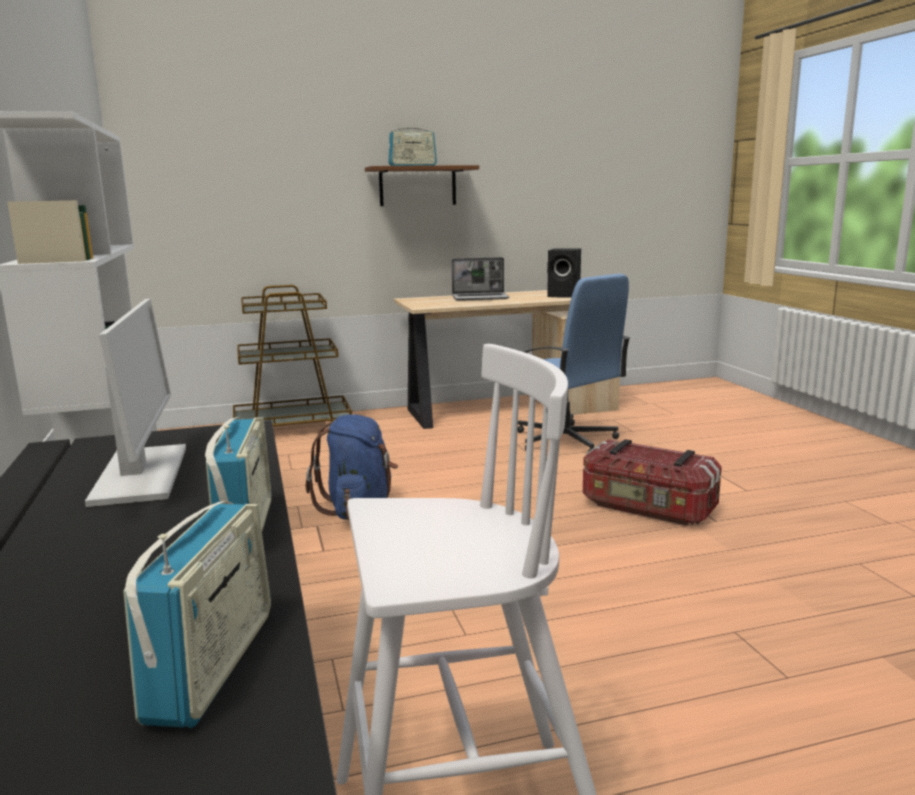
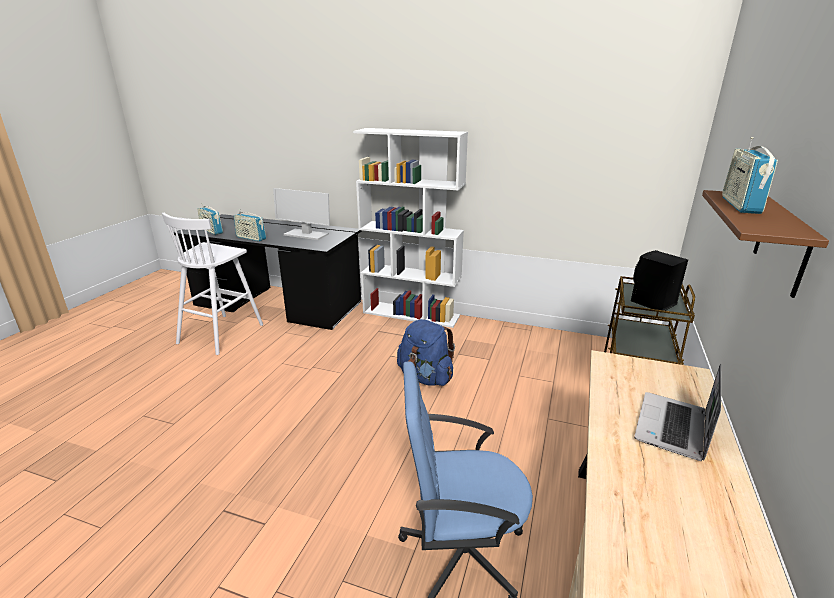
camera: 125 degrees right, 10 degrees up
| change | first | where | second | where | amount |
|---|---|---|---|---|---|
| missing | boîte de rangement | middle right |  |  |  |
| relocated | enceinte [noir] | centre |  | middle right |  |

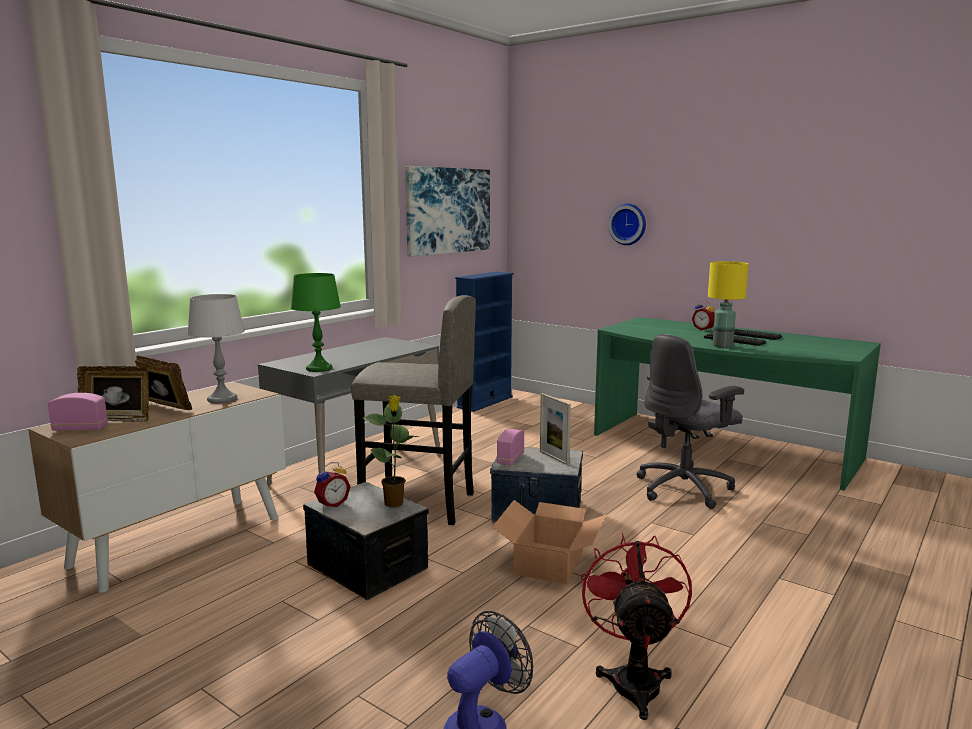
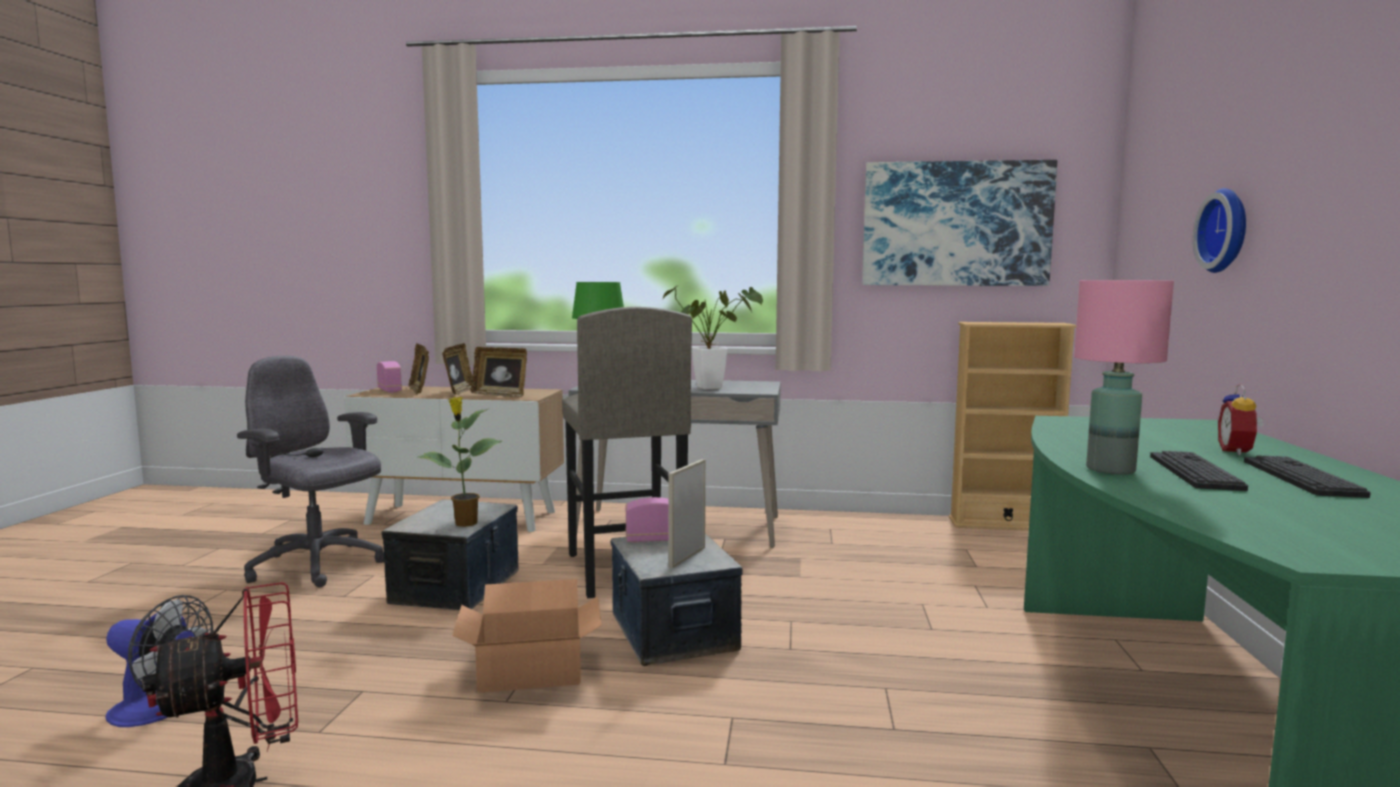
camera: 60 degrees right, 5 degrees down
| change | first | where | second | where | amount |
|---|---|---|---|---|---|
| missing | réveil (no. 1 from left) | centre |  |  |  |
| appeared |  |  | plante en pot (no. 2 from left) | centre |  |
| relocated | chaise de bureau [gris] | middle right |  | middle left |  |
| exchanged | lampe de table [gris] | middle left | cadre photo (no. 3 from left) | centre |  |
| colour | bibliothèque [bleu] | centre | bibliothèque [beige] | middle right |  |
| colour | lampe de table [jaune] | middle right | lampe de table [rose] | middle right |  |

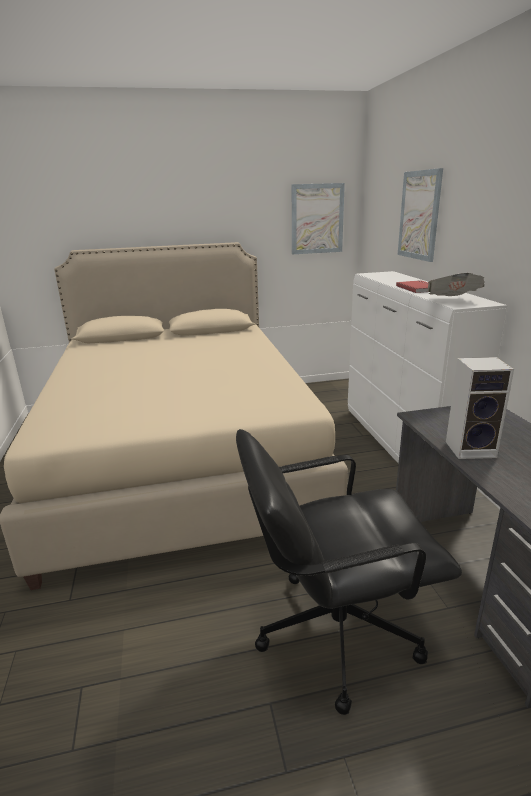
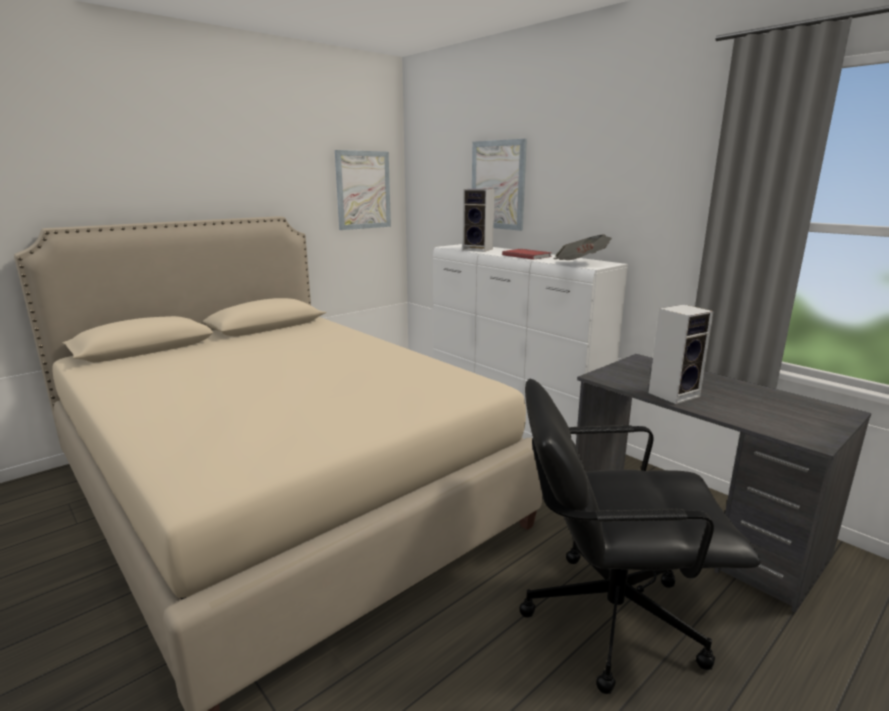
camera: 30 degrees left, 5 degrees down
| change | first | where | second | where | amount |
|---|---|---|---|---|---|
| appeared |  |  | enceinte (no. 1 from left) | top centre |  |
| spun | chaise de bureau [noir] | bottom centre |  | bottom right | 45 degrees clockwise |

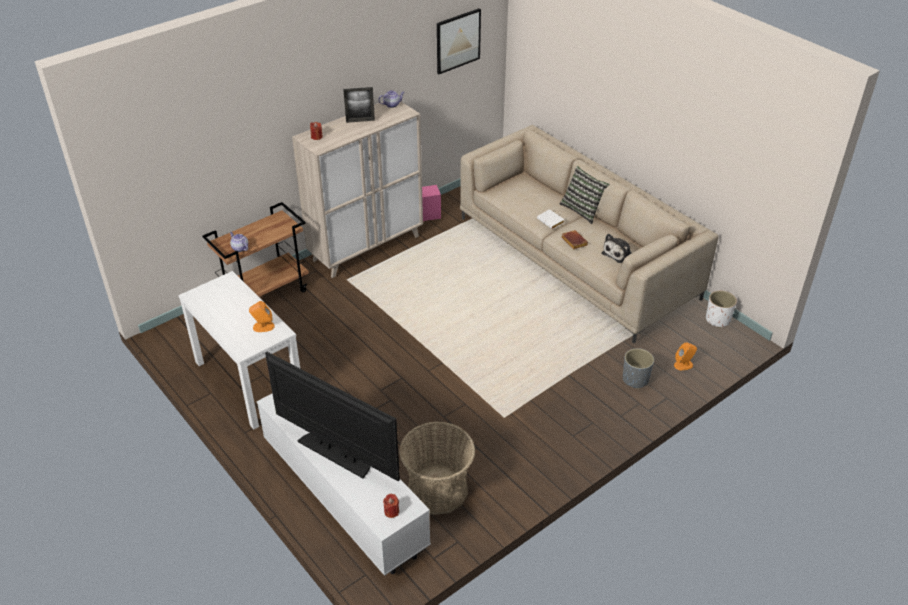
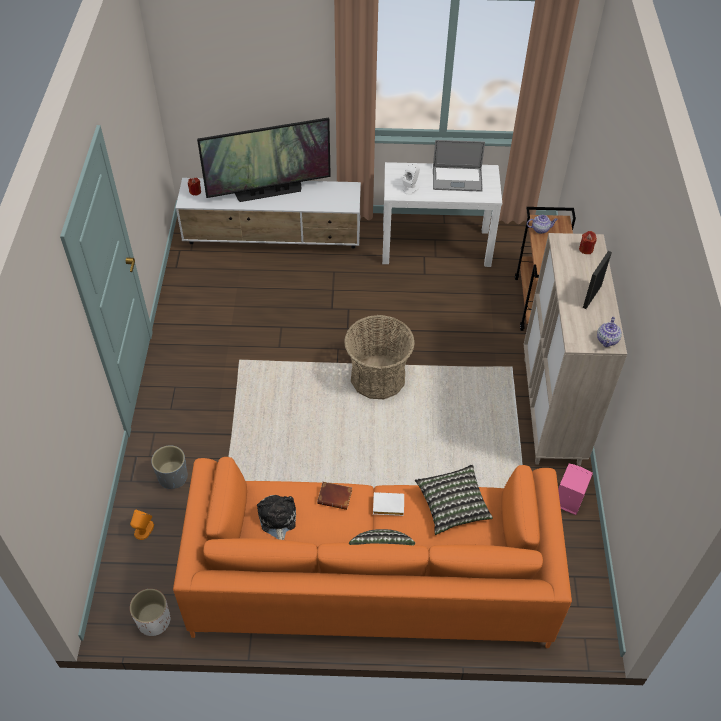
camera: 130 degrees right, 10 degrees up
| change | first | where | second | where | amount |
|---|---|---|---|---|---|
| missing | tableau | top centre |  |  |  |
| appeared |  |  | coussin (no. 2 from left) | bottom centre |  |
| appeared |  |  | ordinateur portable | top centre |  |
| relocated | panier | bottom centre |  | centre |  |
| colour | enceinte [orange] (no. 1 from left) | middle left | enceinte [blanc] | top centre |  |
| colour | canapé [beige] | centre | canapé [orange] | bottom centre |  |

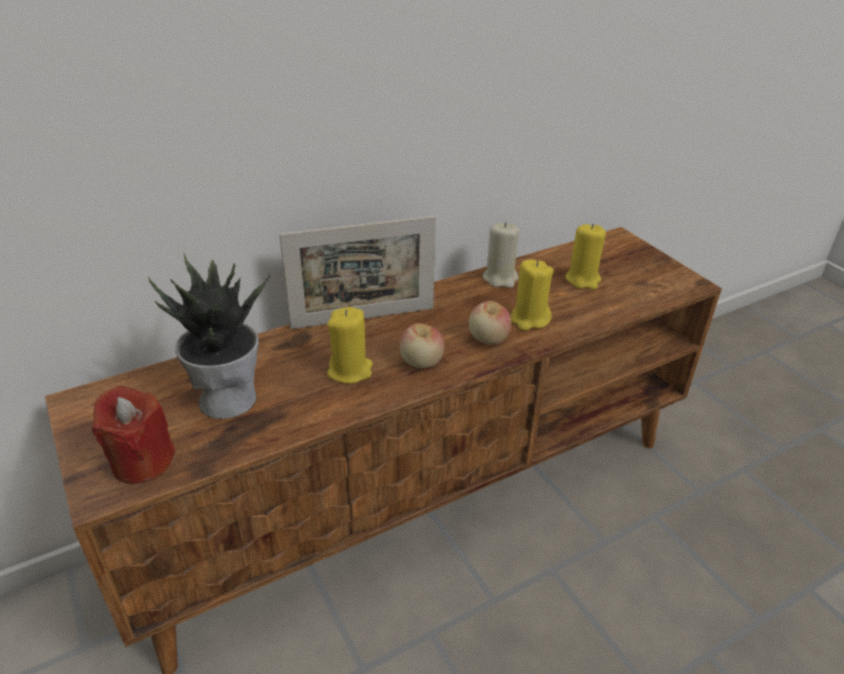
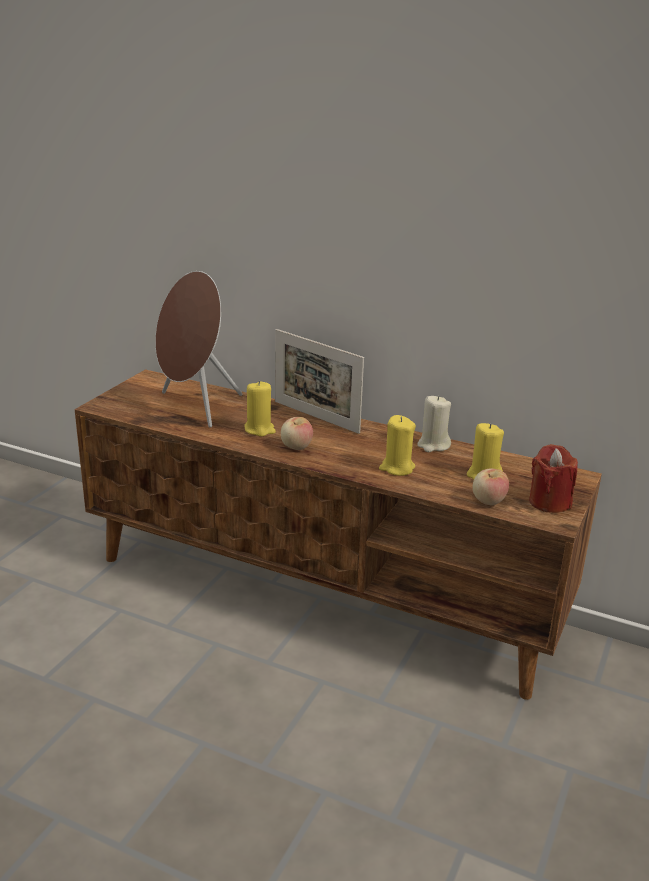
camera: 55 degrees right, 10 degrees down
| change | first | where | second | where | amount |
|---|---|---|---|---|---|
| relocated | bougie [rouge] | middle left |  | middle right |  |
| relocated | pomme (no. 2 from left) | centre |  | middle right |  |
| exchanged | plante en pot | middle left | enceinte [marron] | middle left |  |

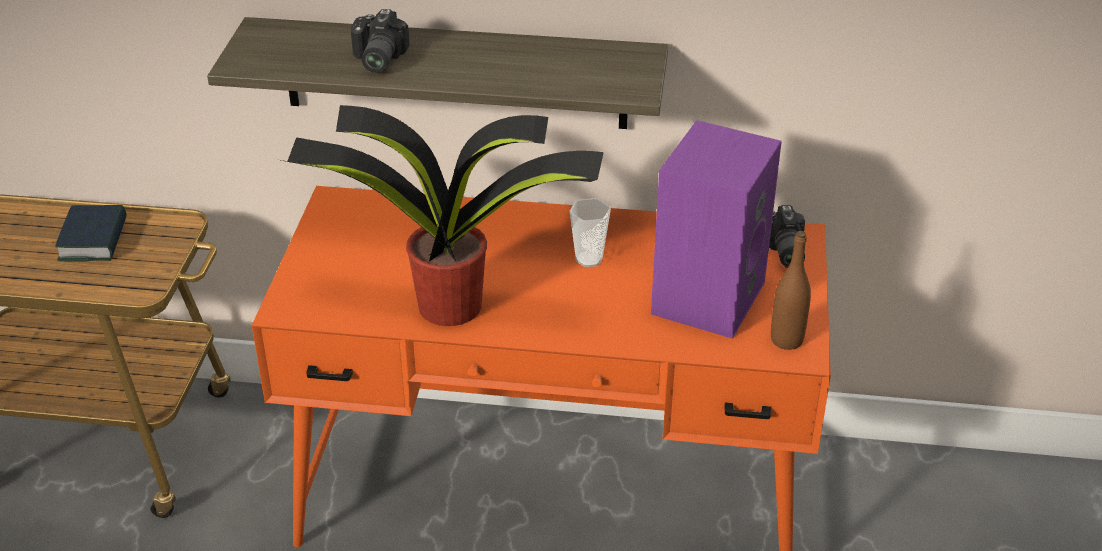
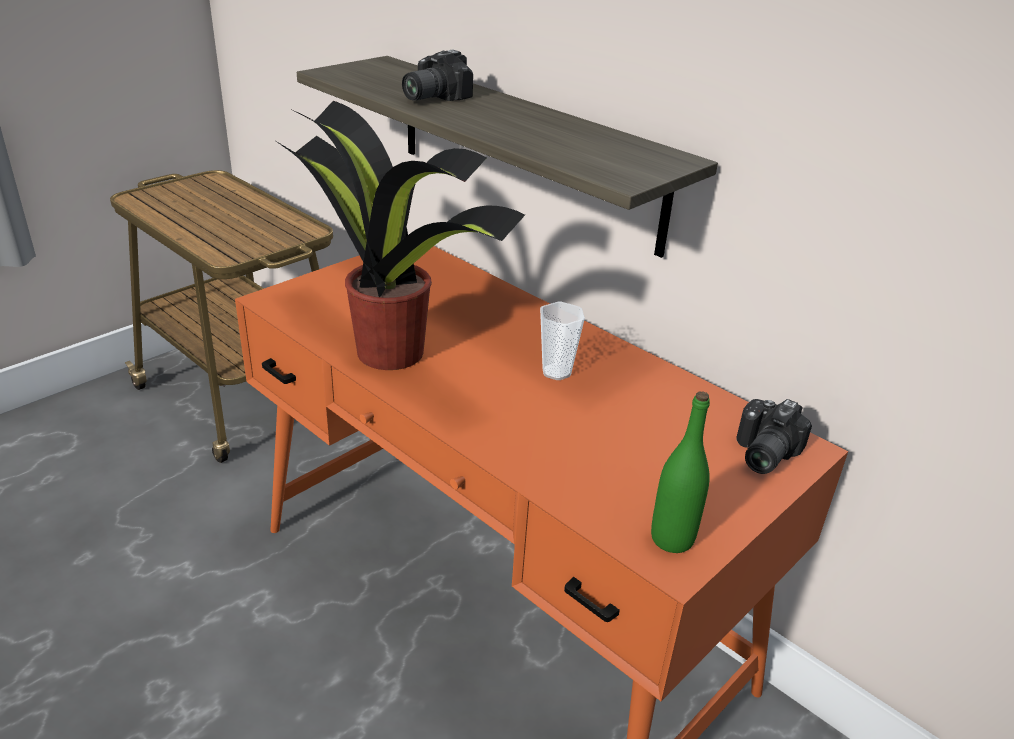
camera: 35 degrees right, 5 degrees down
| change | first | where | second | where | amount |
|---|---|---|---|---|---|
| missing | livre | middle left |  |  |  |
| missing | enceinte [violet] | centre |  |  |  |
| colour | bouteille [marron] | middle right | bouteille [vert] | middle right |  |

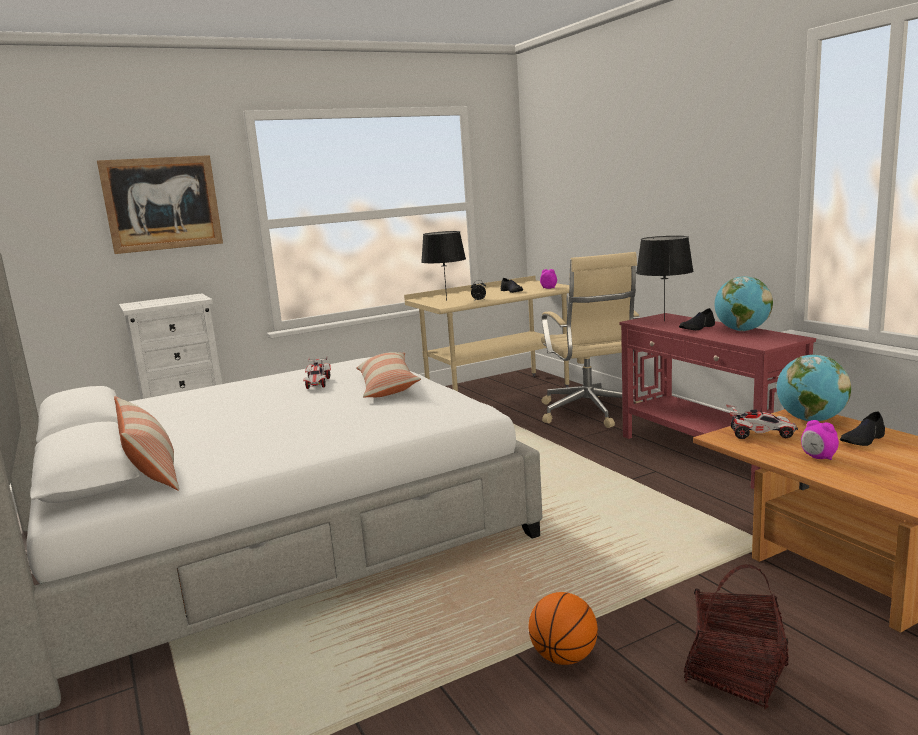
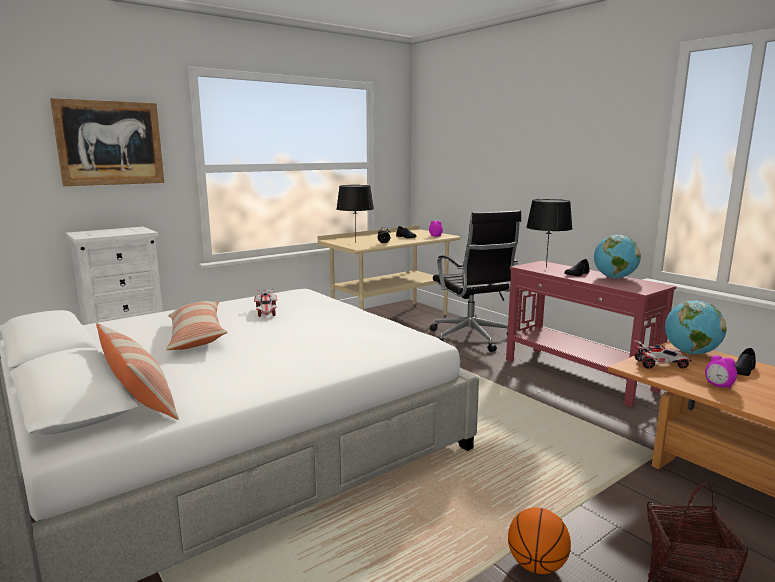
camera: 10 degrees left, 0 degrees up
| change | first | where | second | where | amount |
|---|---|---|---|---|---|
| relocated | coussin (no. 2 from left) | centre |  | middle left |  |
| colour | chaise de bureau [beige] | centre | chaise de bureau [noir] | centre |  |

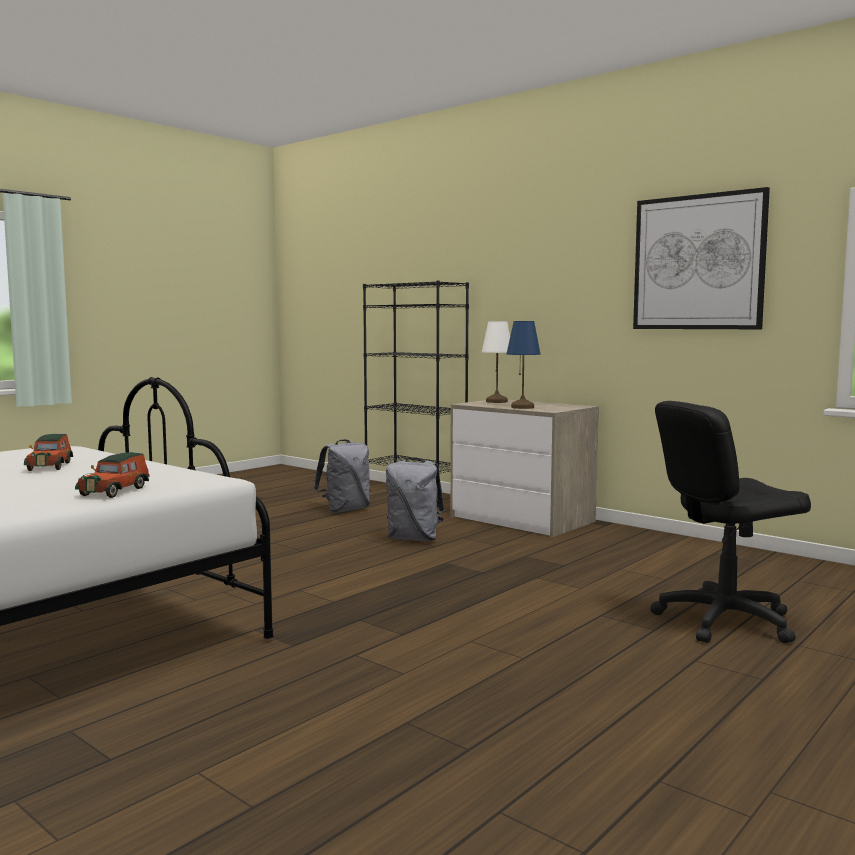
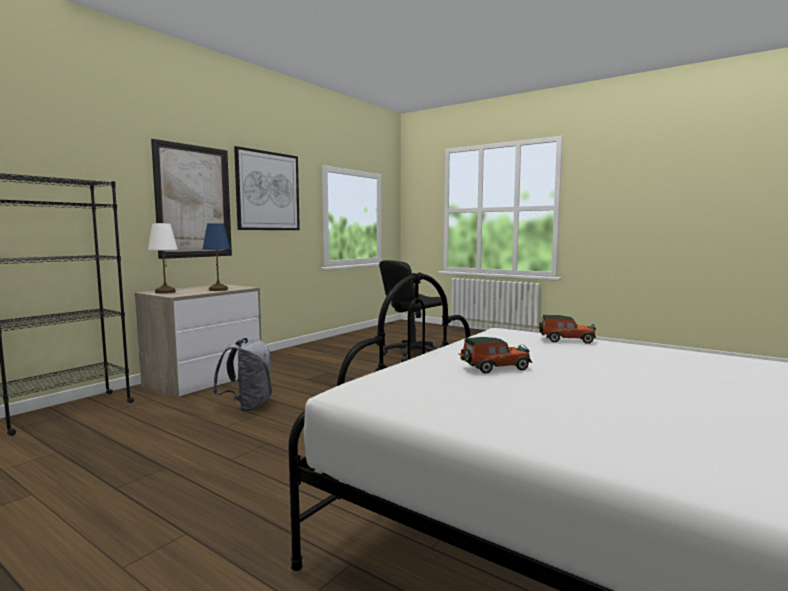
camera: 95 degrees left, 0 degrees up
| change | first | where | second | where | amount |
|---|---|---|---|---|---|
| missing | sac à dos [gris] (no. 1 from left) | centre |  |  |  |
| appeared |  |  | tableau (no. 1 from left) | middle left |  |
| spun | chaise de bureau [noir] | middle right |  | centre | 75 degrees clockwise |

